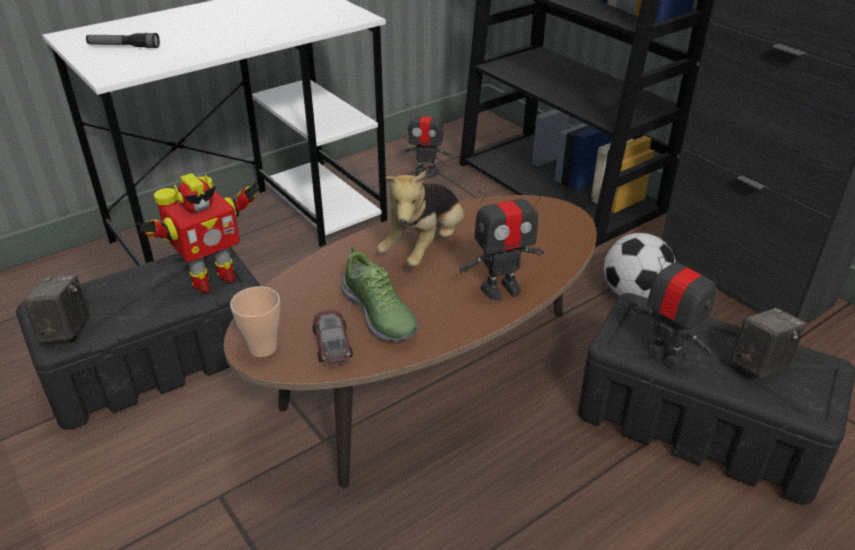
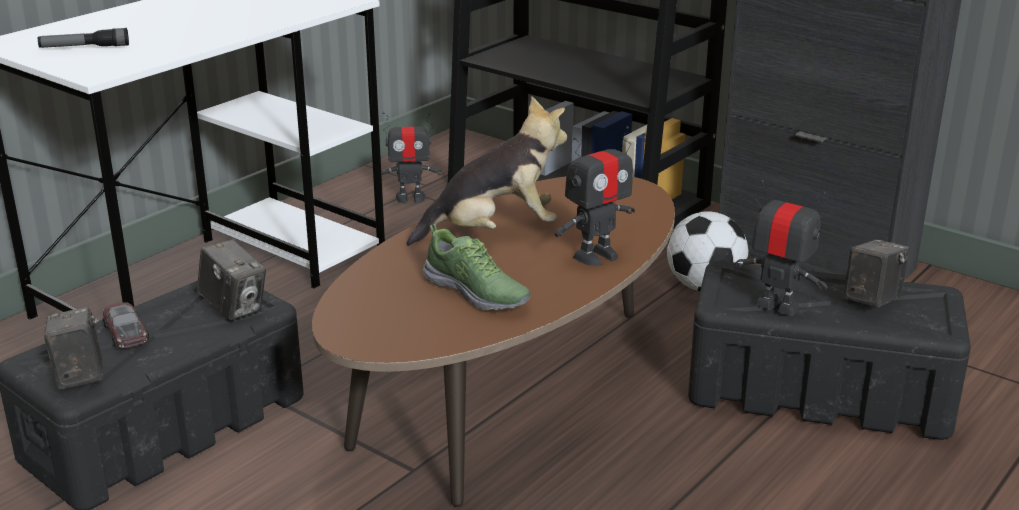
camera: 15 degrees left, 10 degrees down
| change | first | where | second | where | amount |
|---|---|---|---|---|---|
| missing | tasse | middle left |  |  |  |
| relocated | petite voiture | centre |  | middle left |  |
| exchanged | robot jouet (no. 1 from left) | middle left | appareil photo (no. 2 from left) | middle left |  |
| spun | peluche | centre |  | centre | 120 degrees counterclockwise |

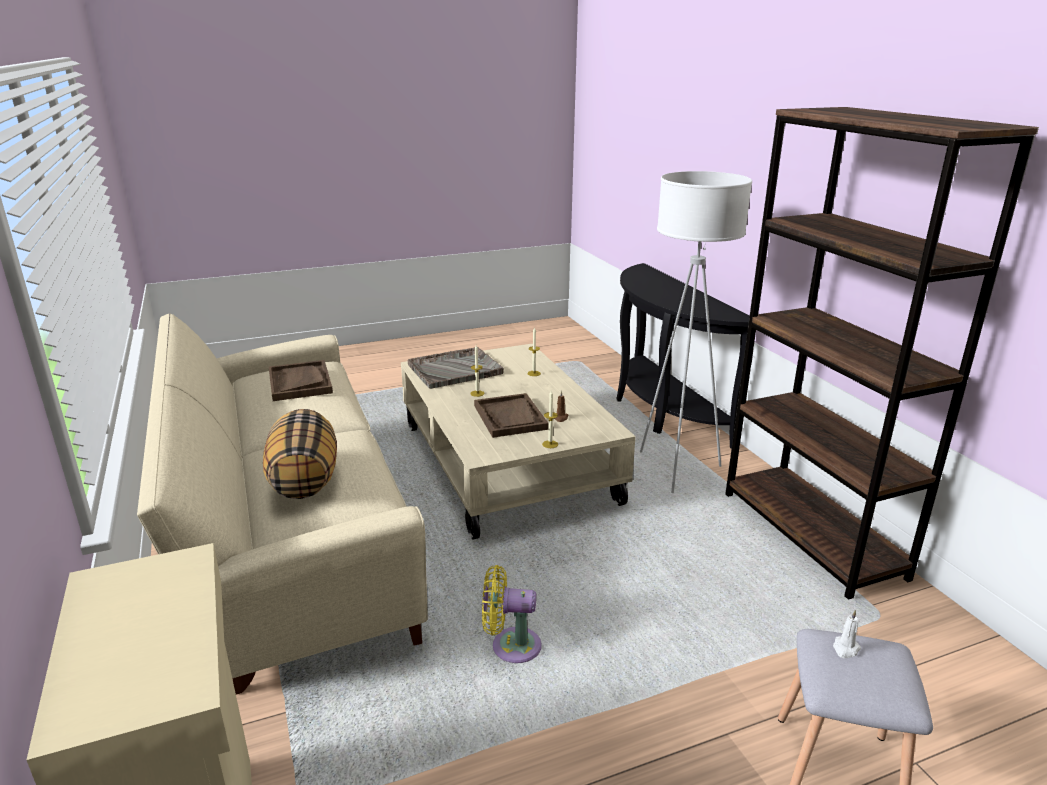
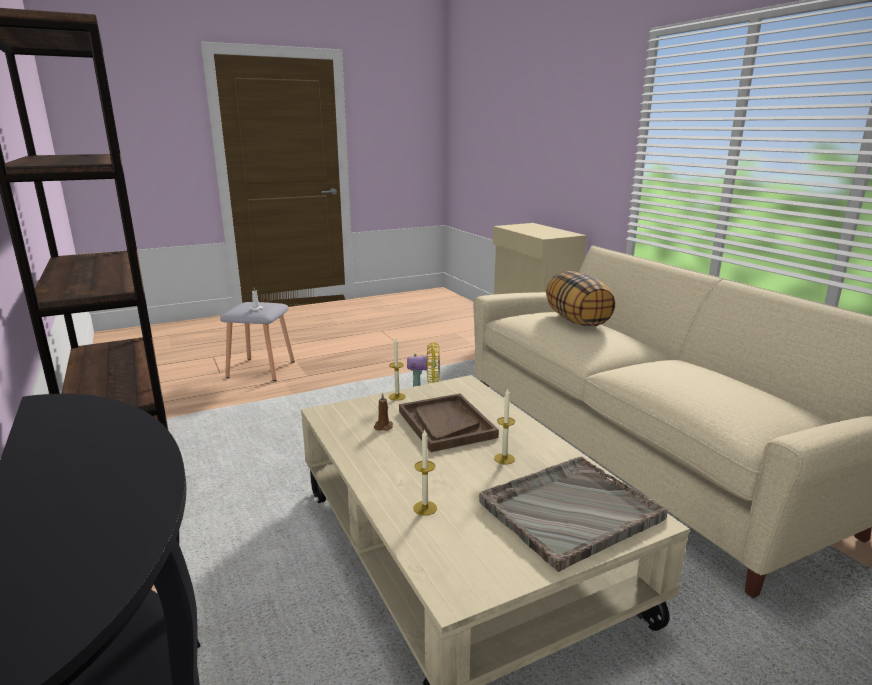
camera: 175 degrees right, 5 degrees down
| change | first | where | second | where | amount |
|---|---|---|---|---|---|
| missing | plateau [marron] (no. 1 from left) | middle left |  |  |  |
| missing | lampadaire [blanc] | centre |  |  |  |

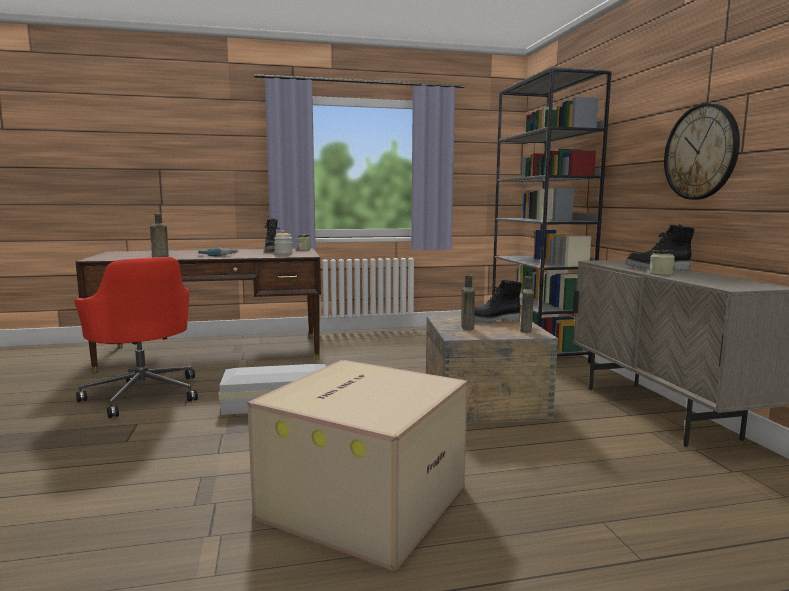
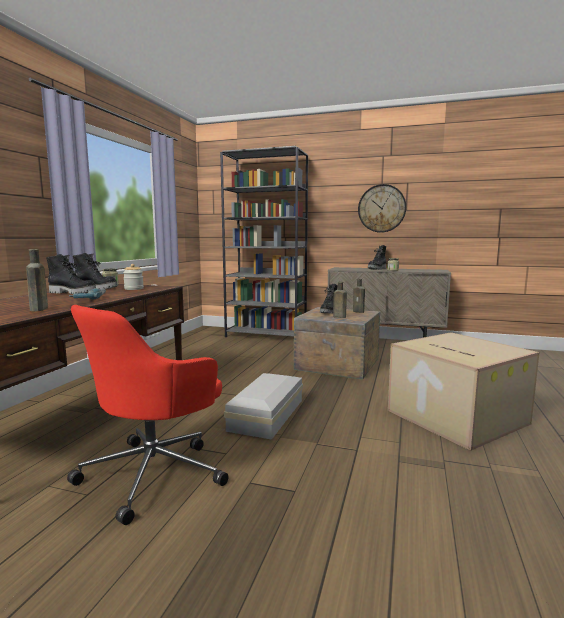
camera: 60 degrees left, 0 degrees up
| change | first | where | second | where | amount |
|---|---|---|---|---|---|
| appeared |  |  | botte [noir] (no. 1 from left) | middle left |  |
| spun | chaise de bureau [rouge] | middle left |  | bottom left | 135 degrees clockwise |

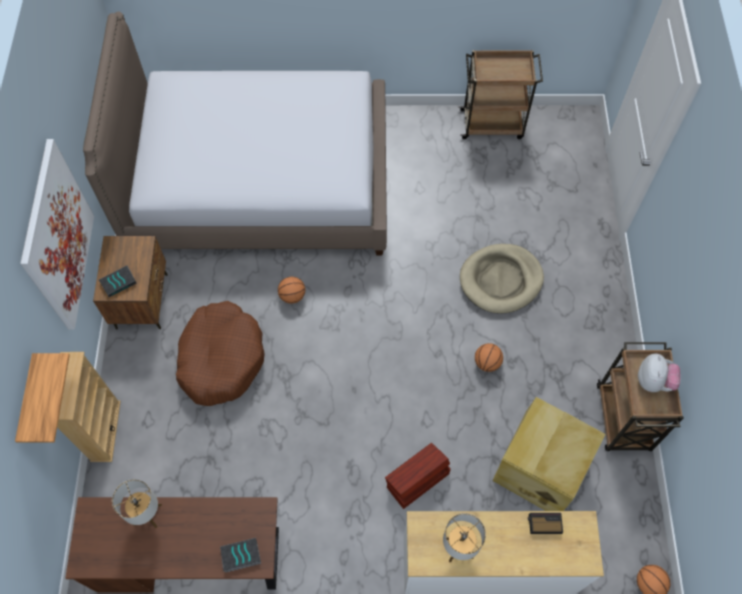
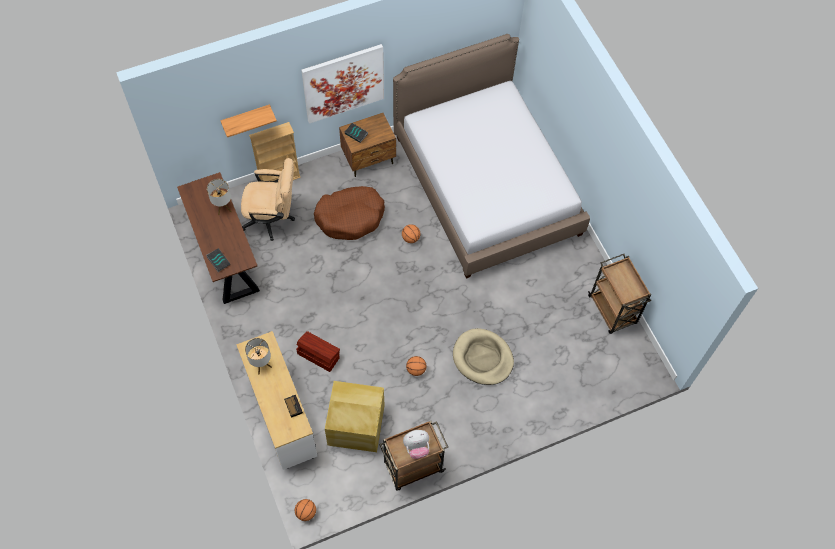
camera: 65 degrees right, 0 degrees up
| change | first | where | second | where | amount |
|---|---|---|---|---|---|
| appeared |  |  | chaise de bureau [beige] | middle left |  |

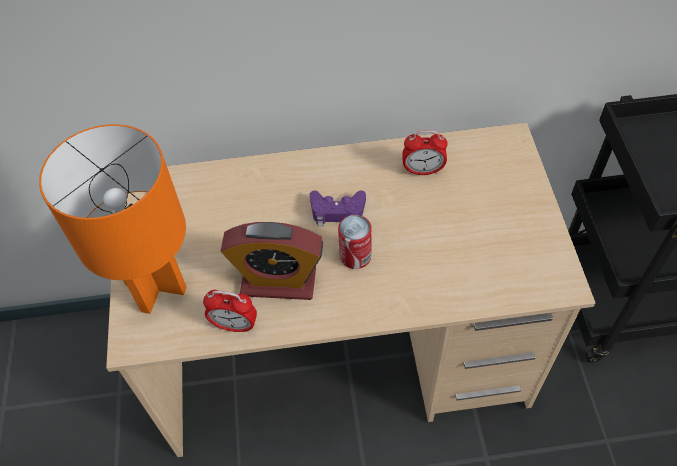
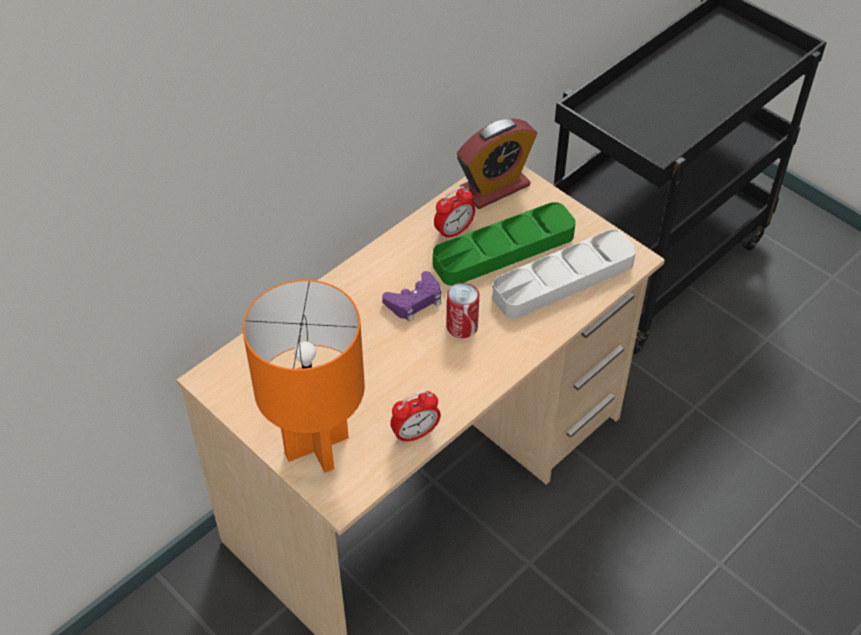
camera: 40 degrees left, 5 degrees down
| change | first | where | second | where | amount |
|---|---|---|---|---|---|
| appeared |  |  | plateau [vert] | centre |  |
| appeared |  |  | plateau [gris] | centre |  |
| relocated | réveil (no. 2 from left in the first image) | centre | réveil (no. 3 from left) | top centre |  |

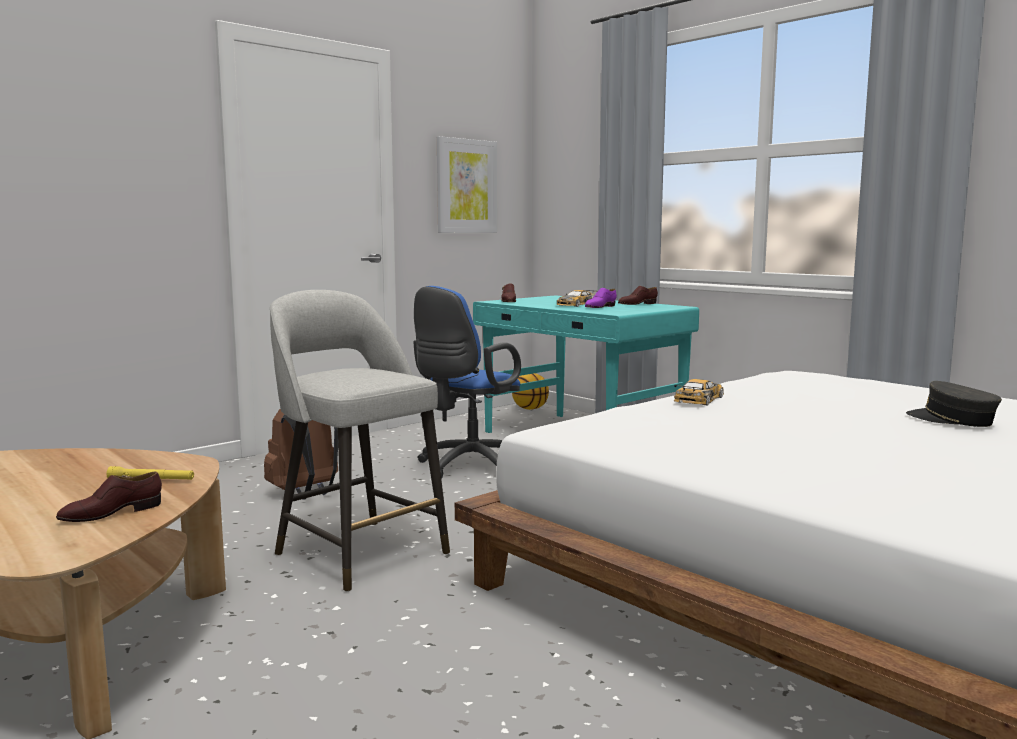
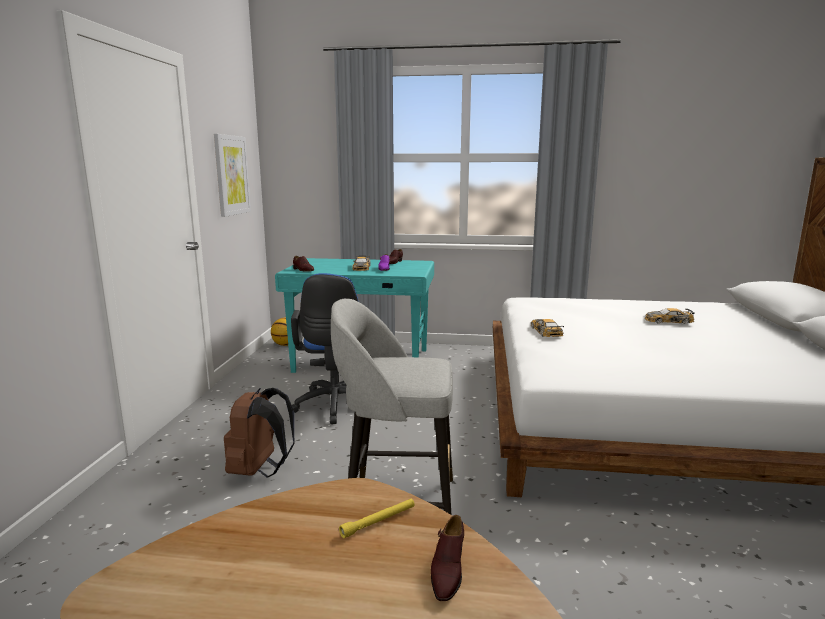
camera: 40 degrees left, 5 degrees up
| change | first | where | second | where | amount |
|---|---|---|---|---|---|
| exchanged | casquette [gris] | middle right | petite voiture (no. 3 from left) | middle right |  |

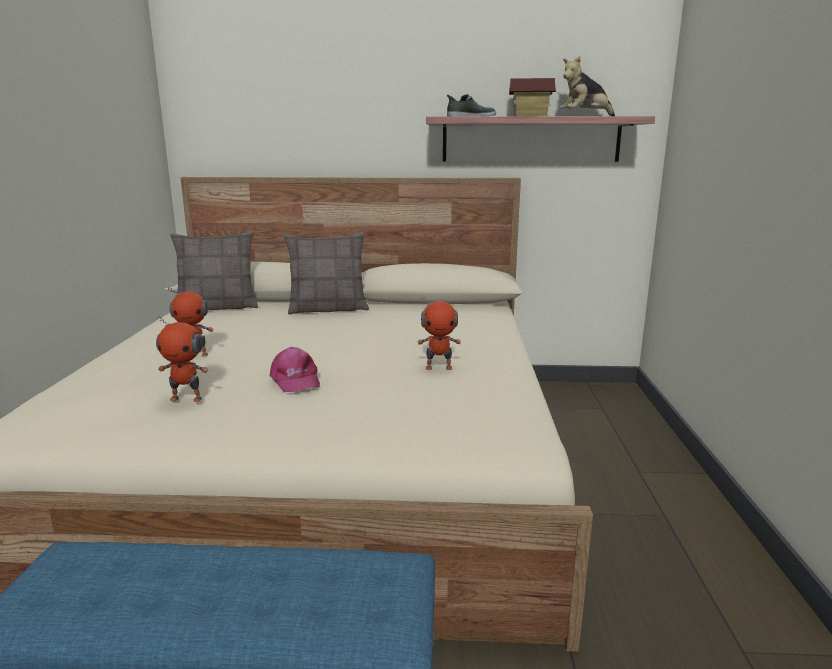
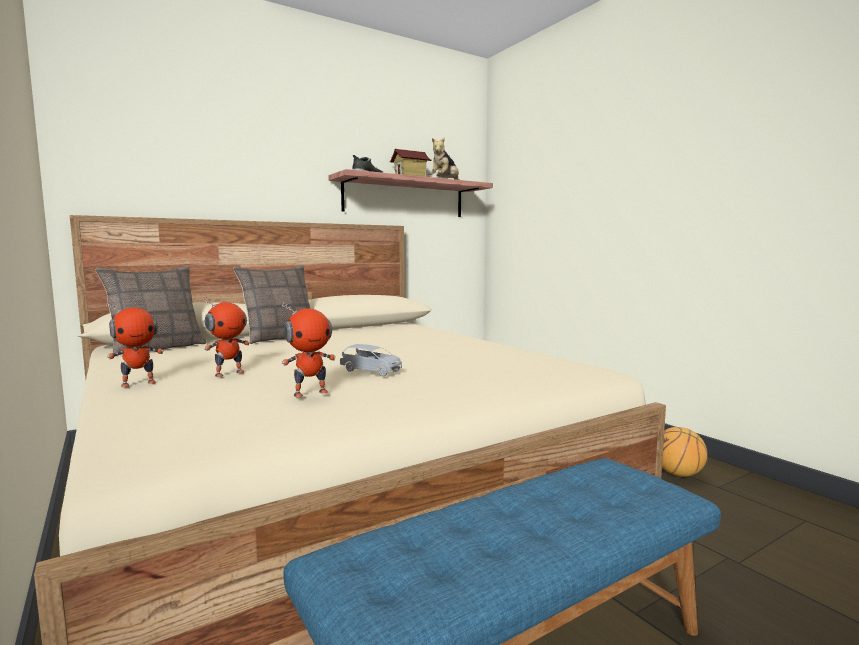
camera: 35 degrees left, 10 degrees down
| change | first | where | second | where | amount |
|---|---|---|---|---|---|
| appeared |  |  | ballon de basket | bottom right |  |
| relocated | robot jouet (no. 3 from left in the first image) | centre | robot jouet (no. 1 from left) | middle left |  |
| exchanged | casquette [rose] | centre | petite voiture [gris] | centre |  |

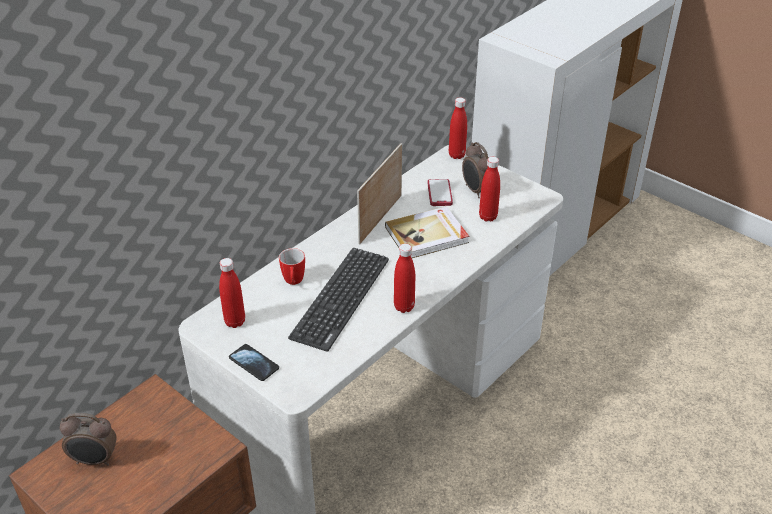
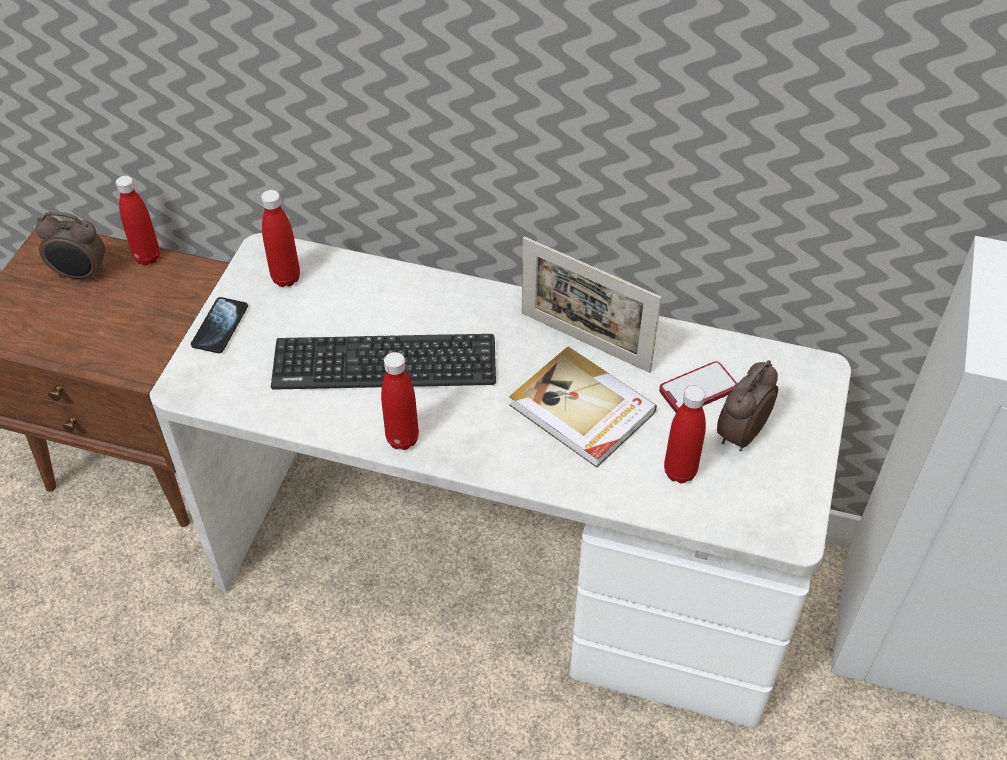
camera: 65 degrees right, 10 degrees up
| change | first | where | second | where | amount |
|---|---|---|---|---|---|
| missing | mug | centre |  |  |  |
| relocated | bouteille [rouge] (no. 3 from left in the first image) | top centre | bouteille [rouge] (no. 1 from left) | top left |  |
| spun | réveil (no. 1 from left) | bottom left |  | top left | 60 degrees counterclockwise |
| spun | cadre photo | centre |  | centre | 150 degrees counterclockwise |

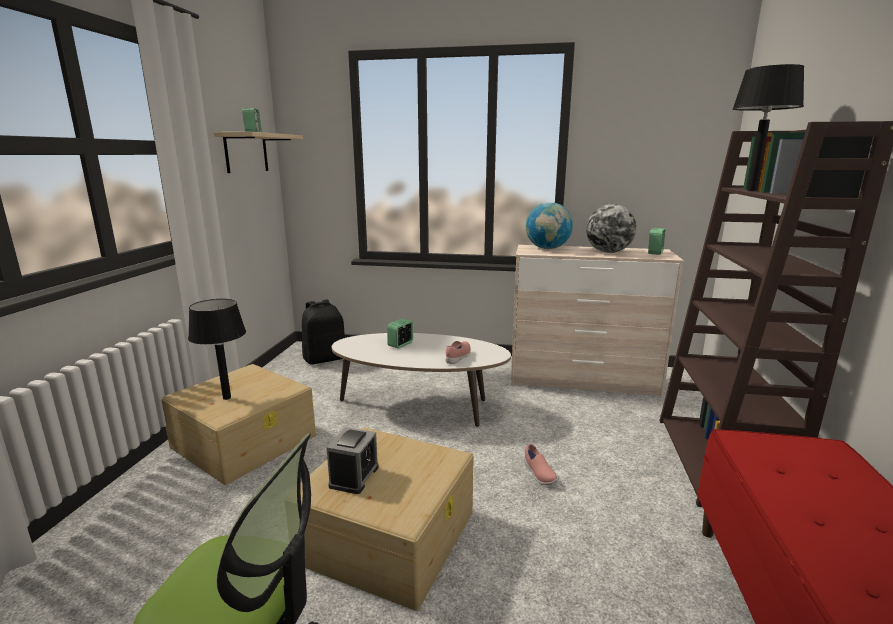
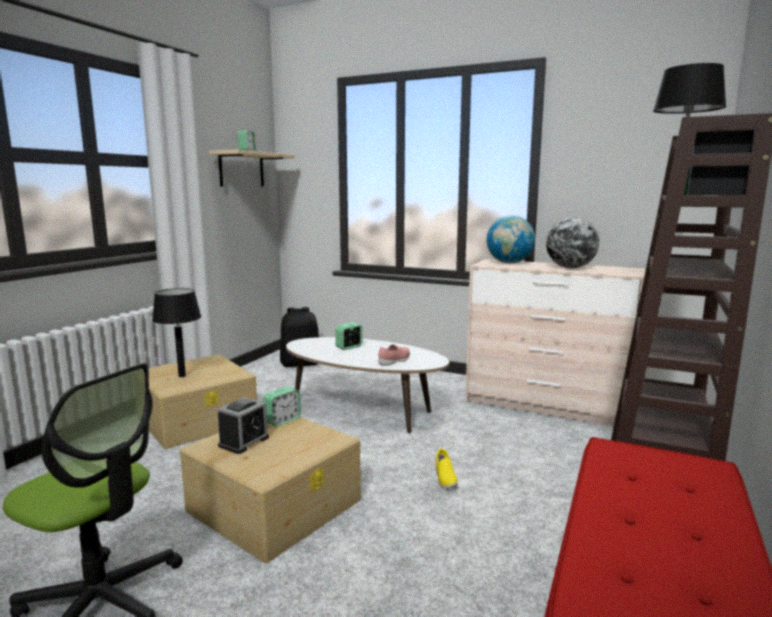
camera: 15 degrees right, 5 degrees down
| change | first | where | second | where | amount |
|---|---|---|---|---|---|
| relocated | réveil (no. 4 from left in the first image) | middle right | réveil (no. 3 from left) | centre |  |
| colour | chaussure [rose] (no. 2 from left) | bottom centre | chaussure [jaune] | bottom centre |  |

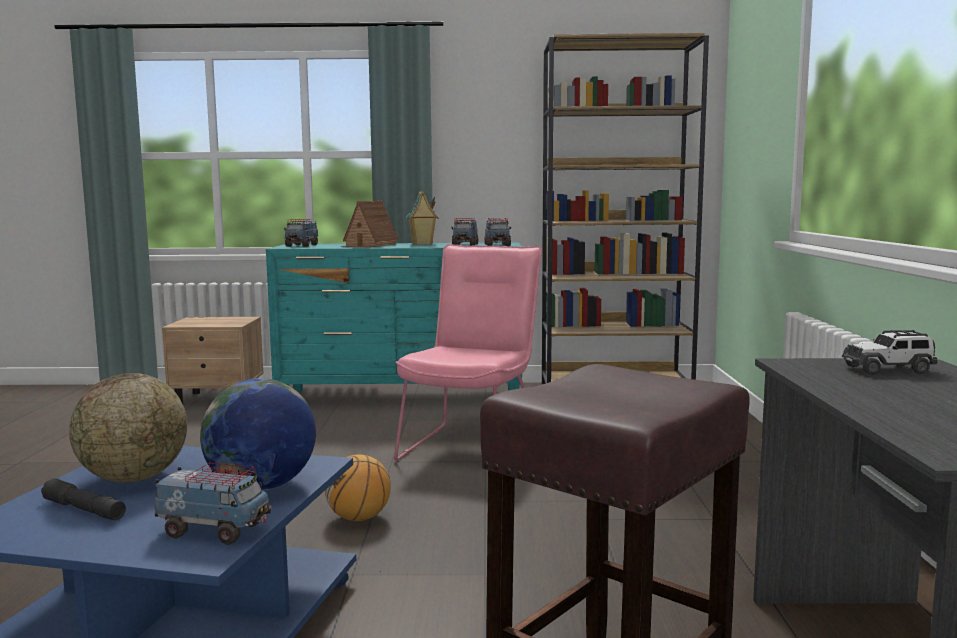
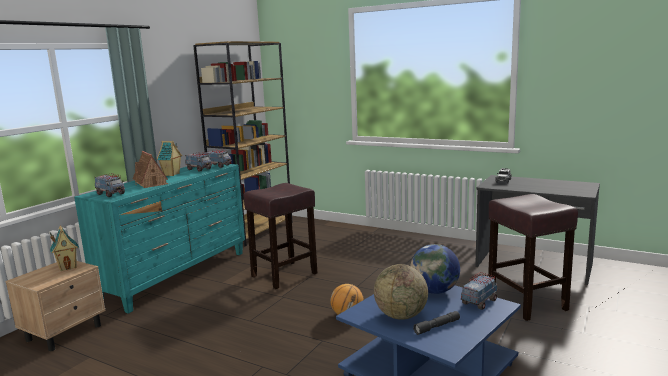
camera: 60 degrees left, 5 degrees up
| change | first | where | second | where | amount |
|---|---|---|---|---|---|
| appeared |  |  | maison miniature (no. 1 from left) | middle left |  |
| exchanged | chaise [rose] | centre | tabouret [marron] (no. 1 from left) | centre |  |

